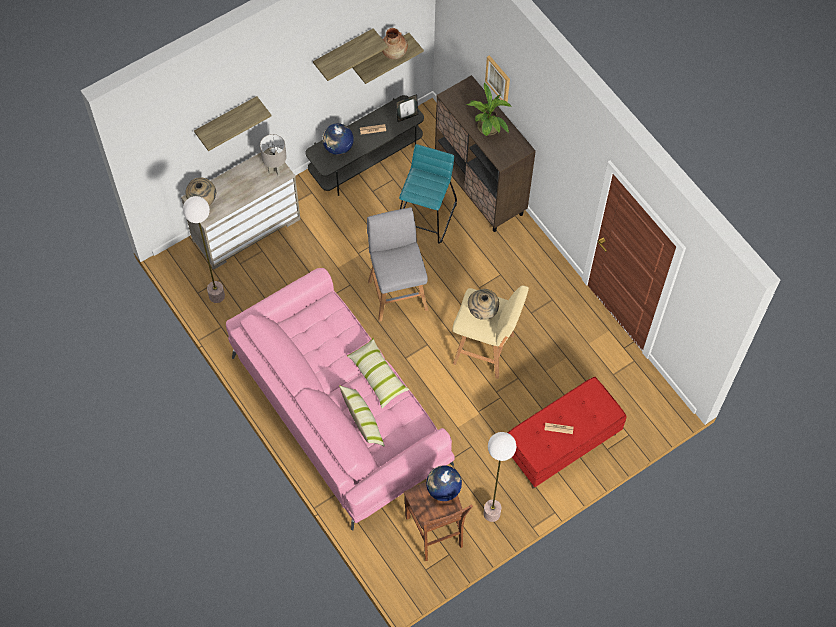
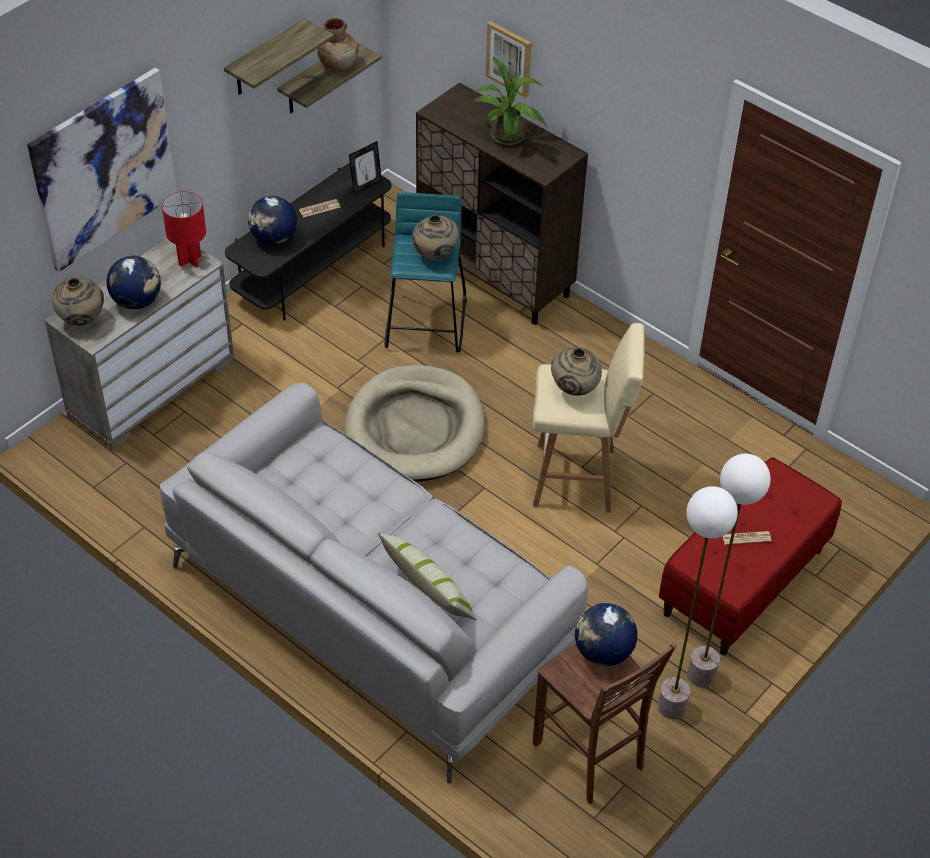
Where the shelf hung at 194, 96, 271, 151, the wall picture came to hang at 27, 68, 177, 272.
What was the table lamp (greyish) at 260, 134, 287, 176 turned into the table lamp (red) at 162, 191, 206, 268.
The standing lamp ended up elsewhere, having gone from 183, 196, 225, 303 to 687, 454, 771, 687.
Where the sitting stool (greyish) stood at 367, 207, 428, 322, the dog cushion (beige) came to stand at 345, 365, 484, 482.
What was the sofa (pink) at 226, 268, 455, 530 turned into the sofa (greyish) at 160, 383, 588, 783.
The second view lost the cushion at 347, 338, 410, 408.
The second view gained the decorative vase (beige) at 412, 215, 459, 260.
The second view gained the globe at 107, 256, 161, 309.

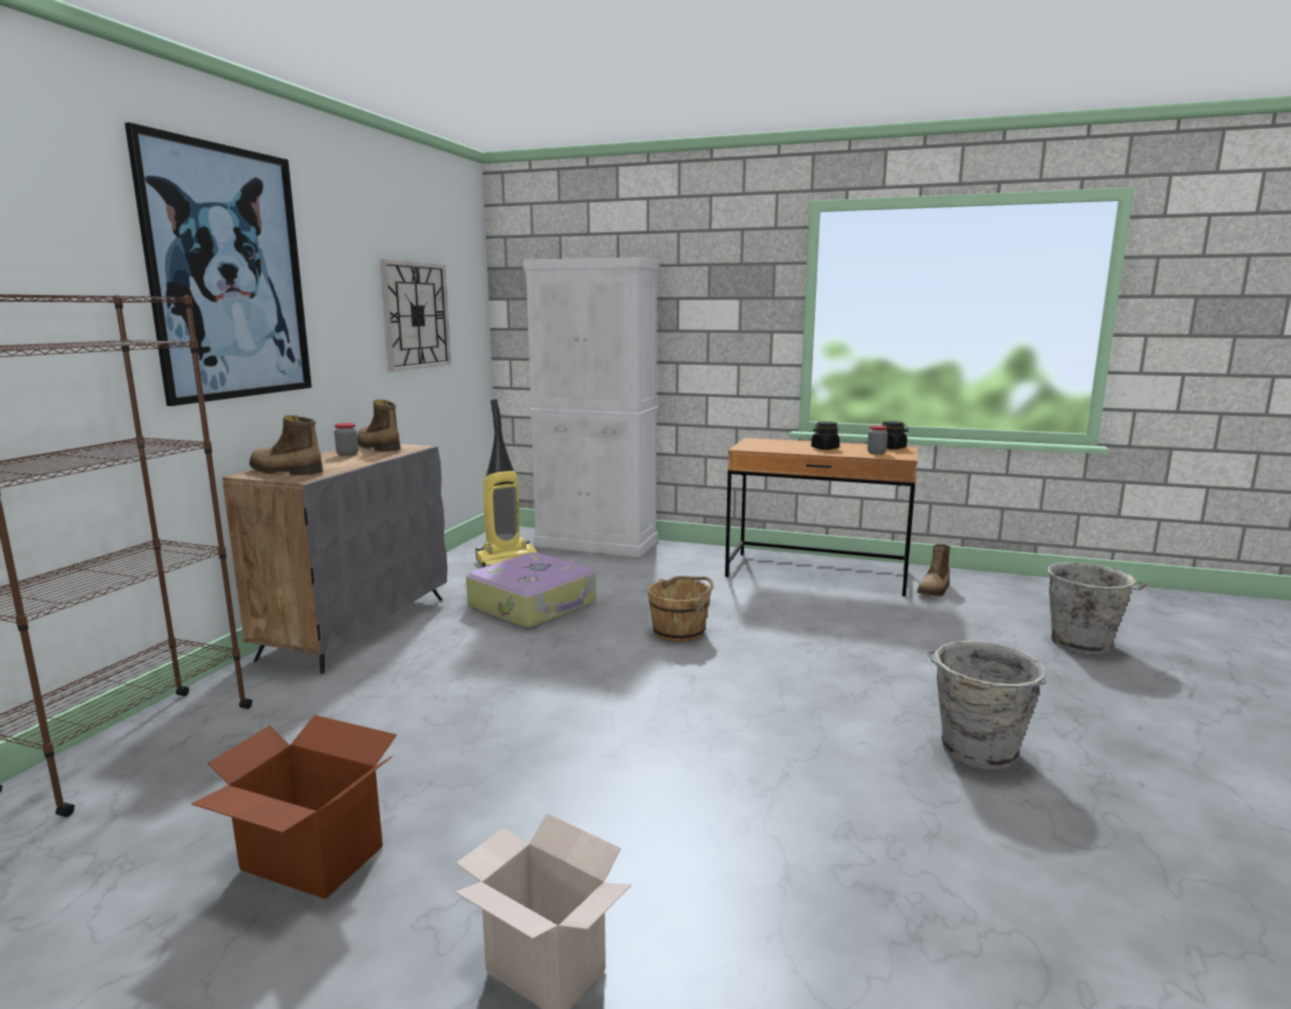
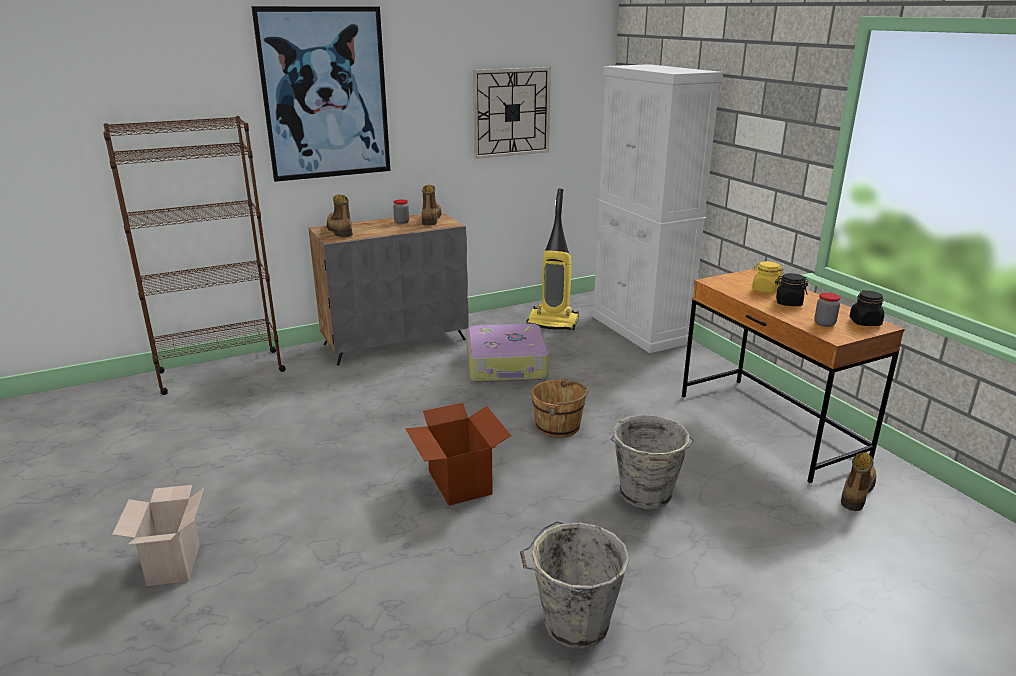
The tall boot at 917, 544, 951, 596 ended up facing another way, 135 degrees clockwise from before.
The water bucket (greyish) ended up elsewhere, having gone from 1047, 562, 1147, 655 to 611, 415, 694, 509.
The cardboard box ended up elsewhere, having gone from 191, 715, 397, 899 to 405, 403, 511, 506.
The second view gained the storage jar (yellow) at 752, 261, 784, 293.

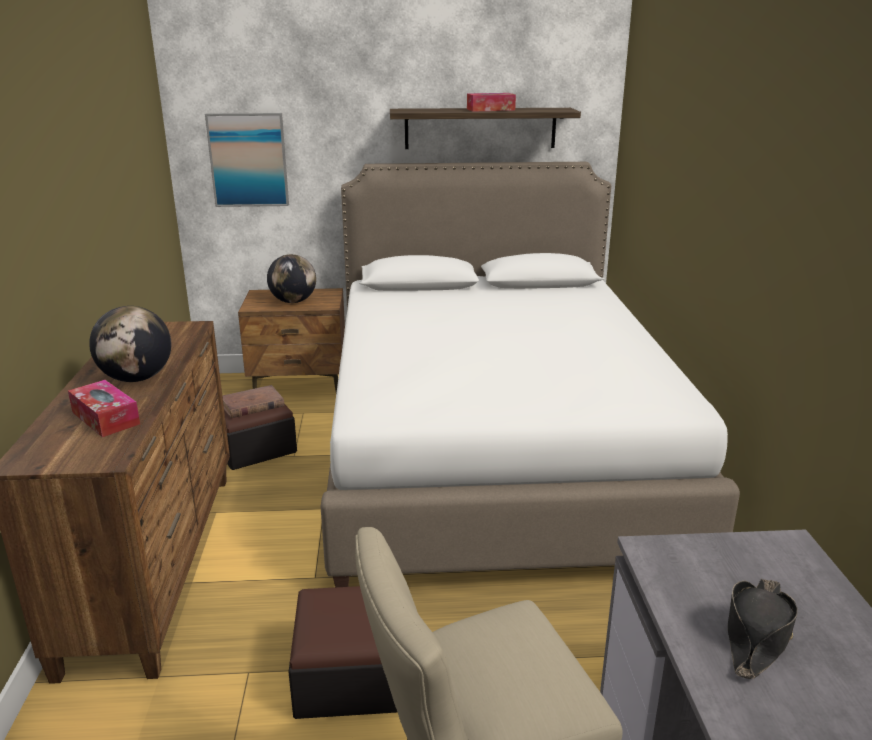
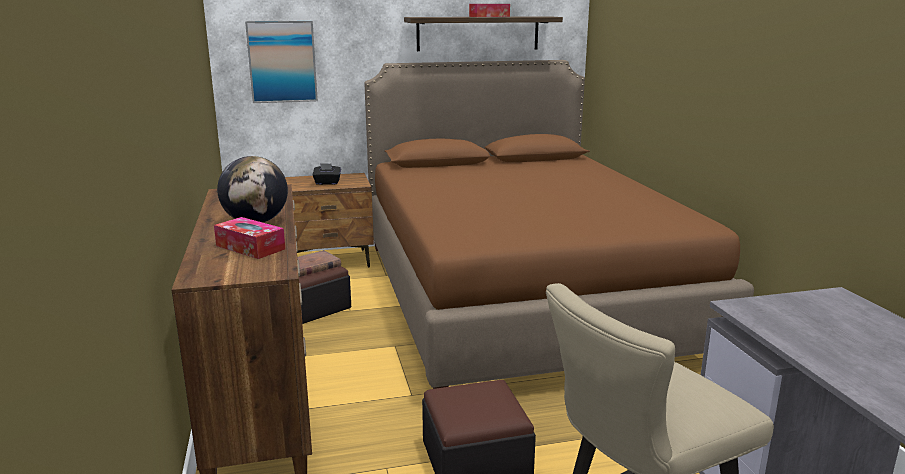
What was the sleeping bed (white-coloured) at 320, 162, 740, 587 turned into the sleeping bed (brown) at 364, 60, 754, 389.
Where the globe stood at 267, 254, 316, 303, the tissue holder (blackish) came to stand at 313, 163, 341, 185.
The second view lost the wearable hat (blackish) at 728, 579, 798, 679.

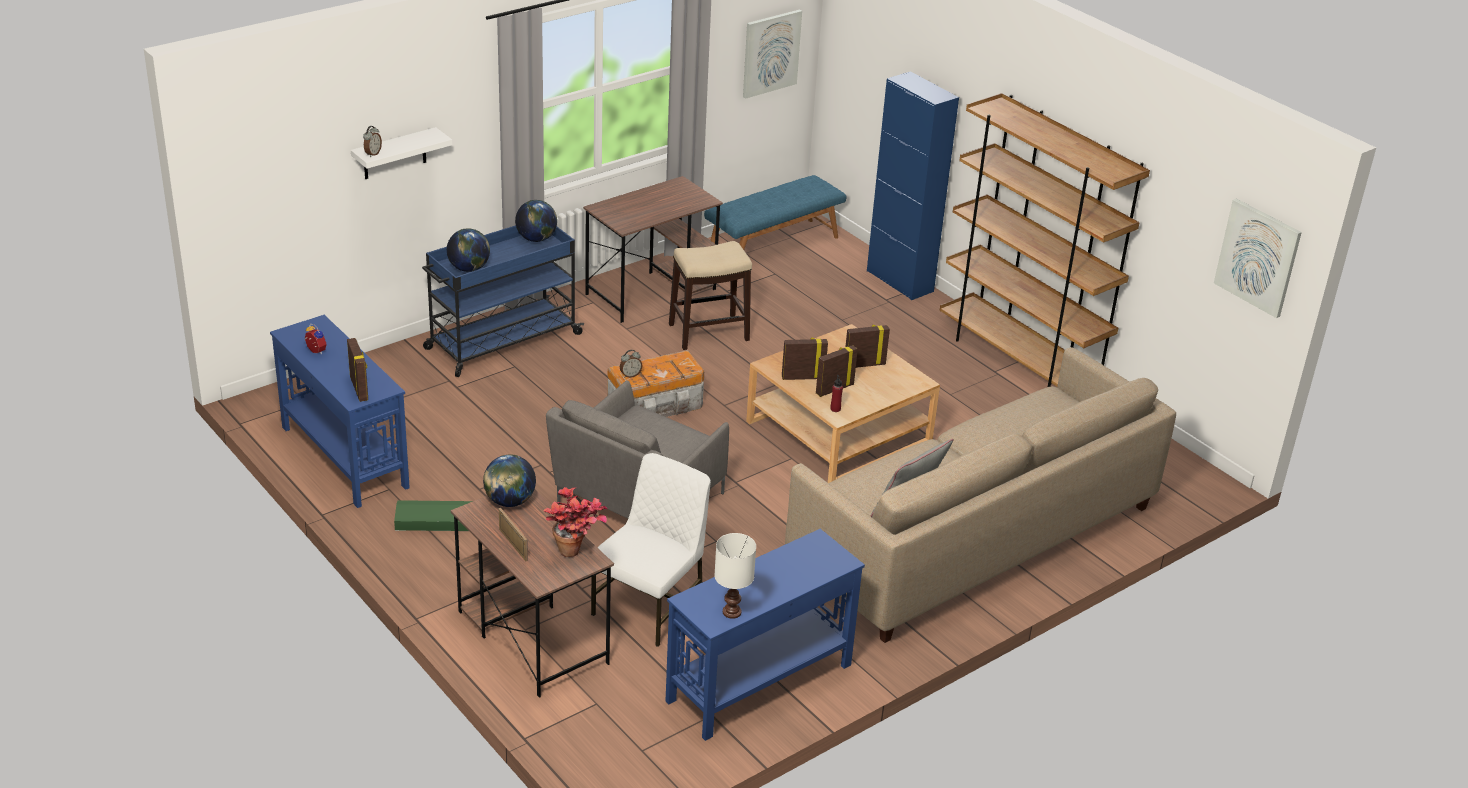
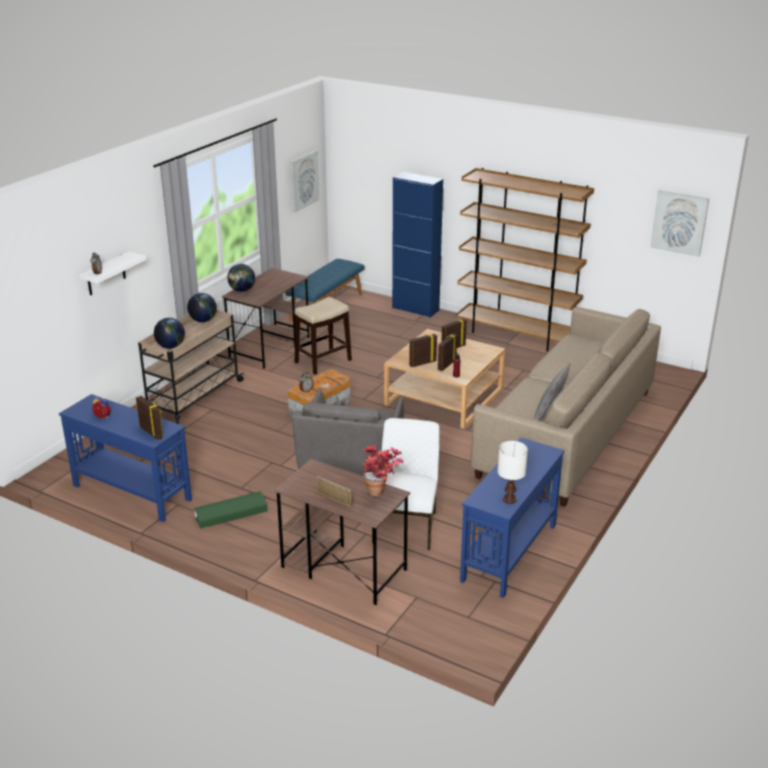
What was the wheeled cart (bluish) at 422, 225, 584, 377 turned into the wheeled cart (beige) at 138, 310, 244, 424.
The globe ended up elsewhere, having gone from 483, 455, 536, 507 to 227, 264, 255, 292.

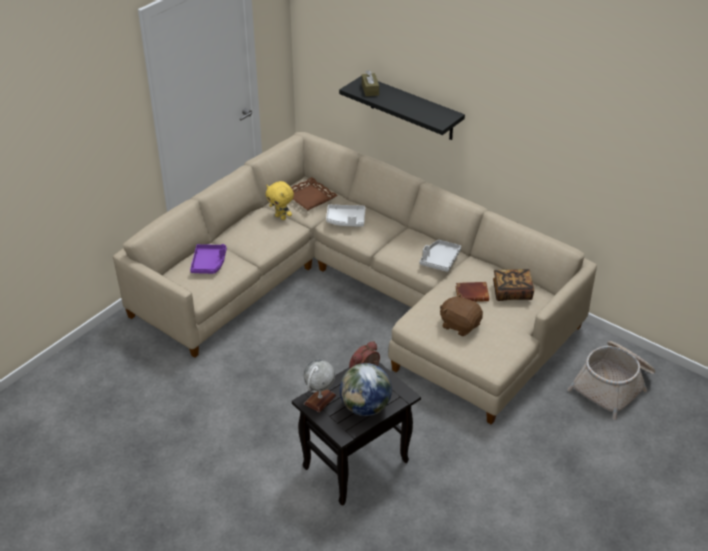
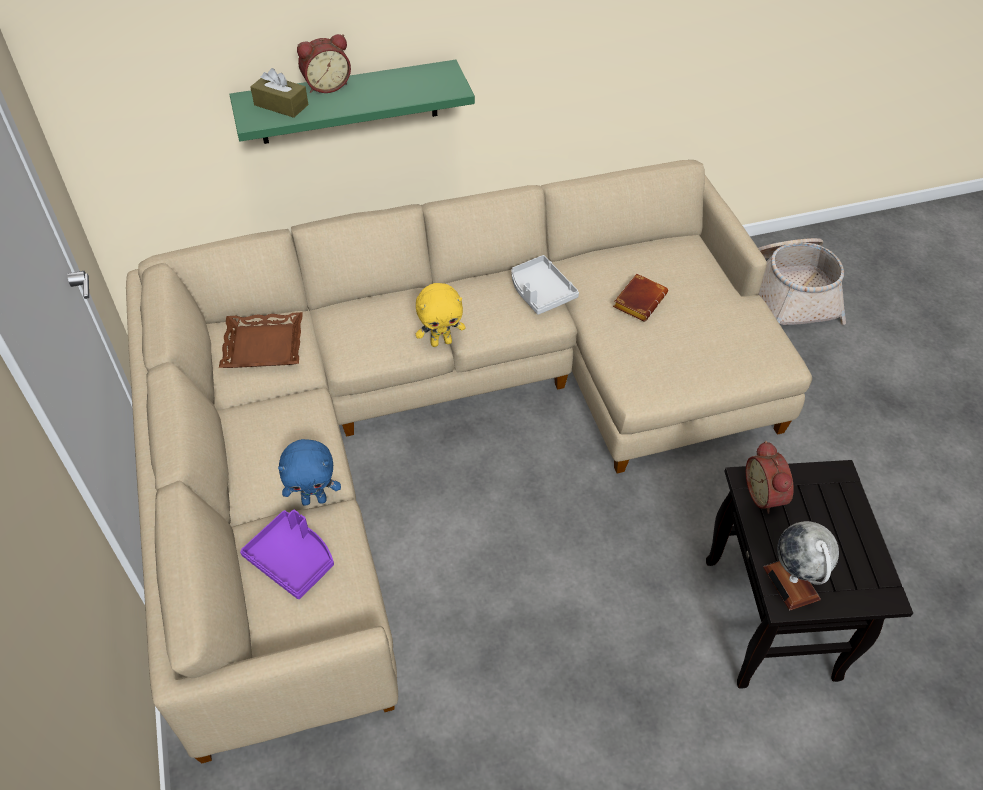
What was the shelf (blackish) at 339, 76, 465, 140 turned into the shelf (green-coloured) at 229, 60, 475, 144.
The plush toy (yellow) ended up elsewhere, having gone from 266, 181, 294, 220 to 416, 283, 466, 347.
The second view lost the tray (white-coloured) at 326, 204, 365, 227.
The second view lost the book at 493, 269, 534, 301.
The second view lost the plush toy (brown) at 440, 293, 483, 336.
The second view lost the globe at 340, 363, 392, 416.
The second view gained the table clock at 297, 34, 351, 93.
The second view gained the plush toy (bluish) at 278, 439, 341, 506.

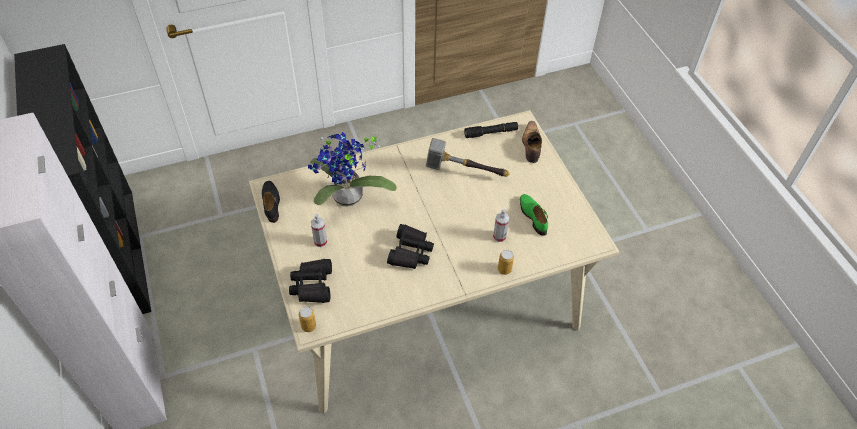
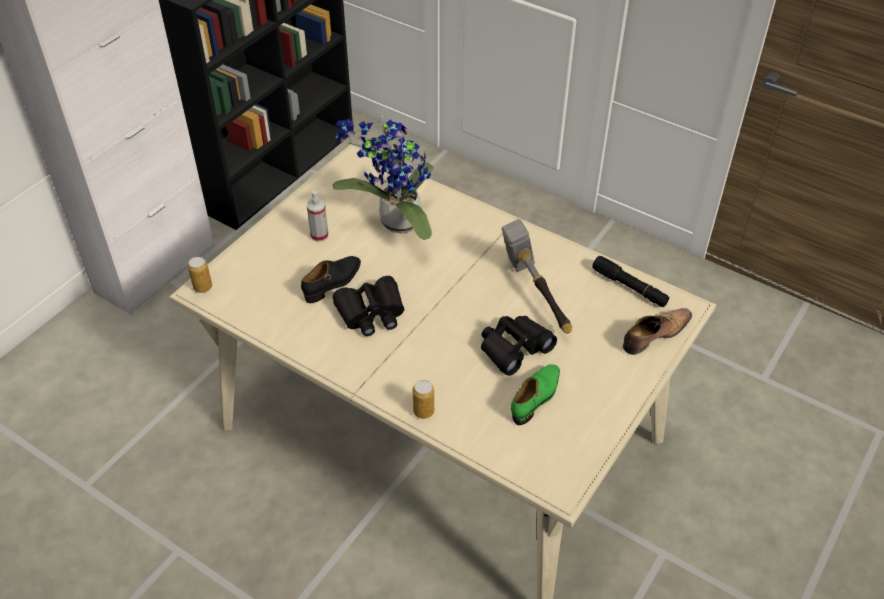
The low shoe (blackish) ended up elsewhere, having gone from 262, 181, 280, 223 to 301, 256, 361, 303.
The second view lost the hand sprayer at 493, 209, 509, 242.
The binoculars (blackish) ended up elsewhere, having gone from 289, 259, 332, 303 to 481, 316, 557, 376.

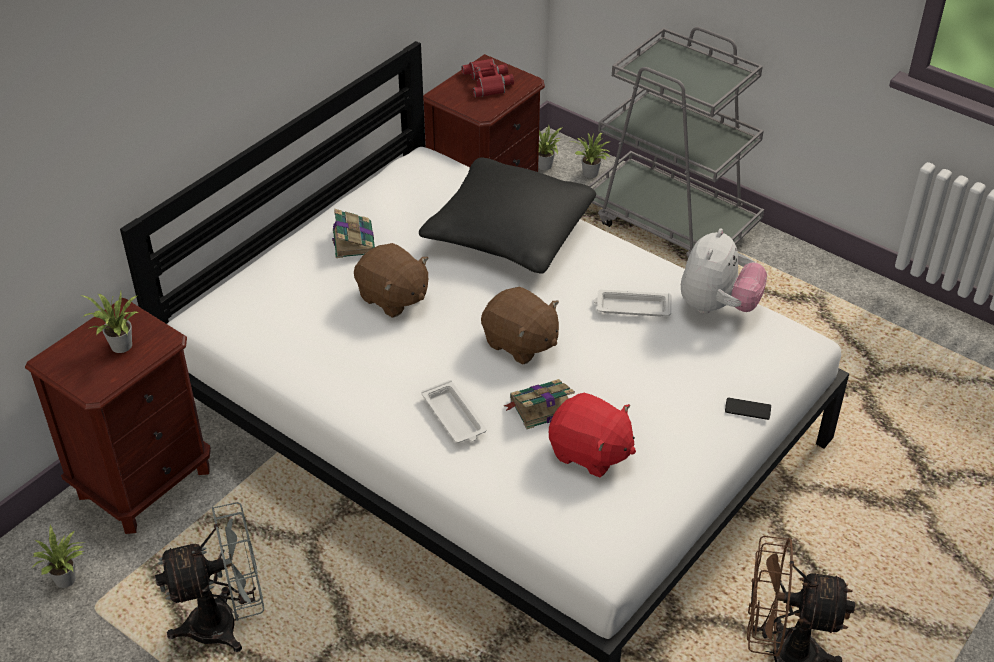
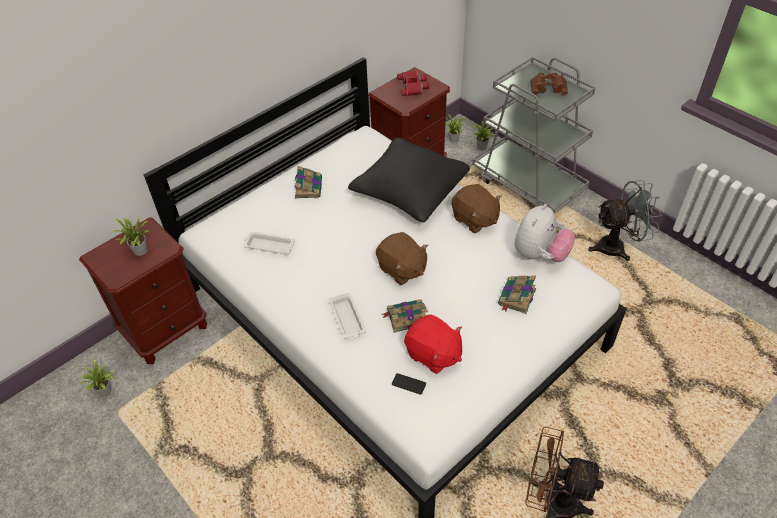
The plush toy (brown) ended up elsewhere, having gone from 354, 243, 429, 318 to 451, 184, 502, 233.
The tray (white-coloured) ended up elsewhere, having gone from 594, 290, 671, 316 to 243, 232, 295, 254.
The telephone ended up elsewhere, having gone from 725, 398, 771, 420 to 392, 373, 426, 395.
The electric fan (greyish) ended up elsewhere, having gone from 155, 502, 264, 652 to 588, 180, 662, 261.
The second view gained the binoculars (brown) at 530, 73, 568, 96.
The second view gained the book at 498, 276, 536, 314.

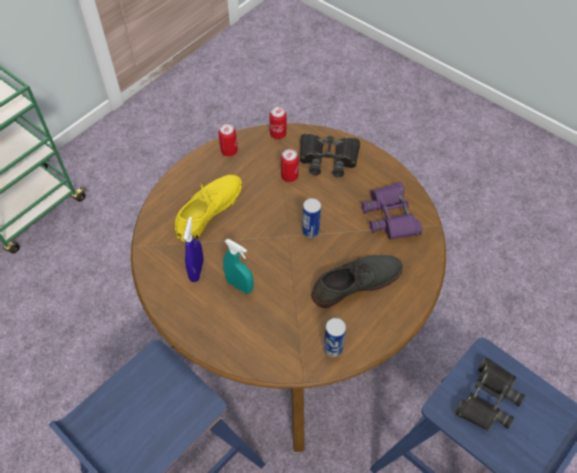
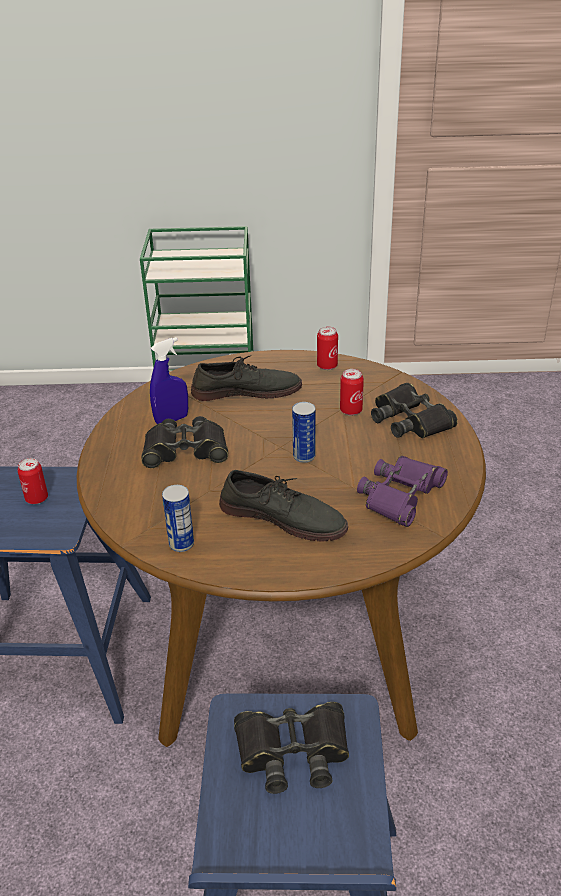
The can ended up elsewhere, having gone from 269, 107, 287, 139 to 18, 458, 48, 504.
What was the low shoe (yellow) at 175, 175, 242, 242 turned into the low shoe (greyish) at 191, 355, 302, 401.
Where the hand sprayer (blue-green) stood at 223, 239, 254, 294, the binoculars (blackish) came to stand at 141, 416, 228, 468.

